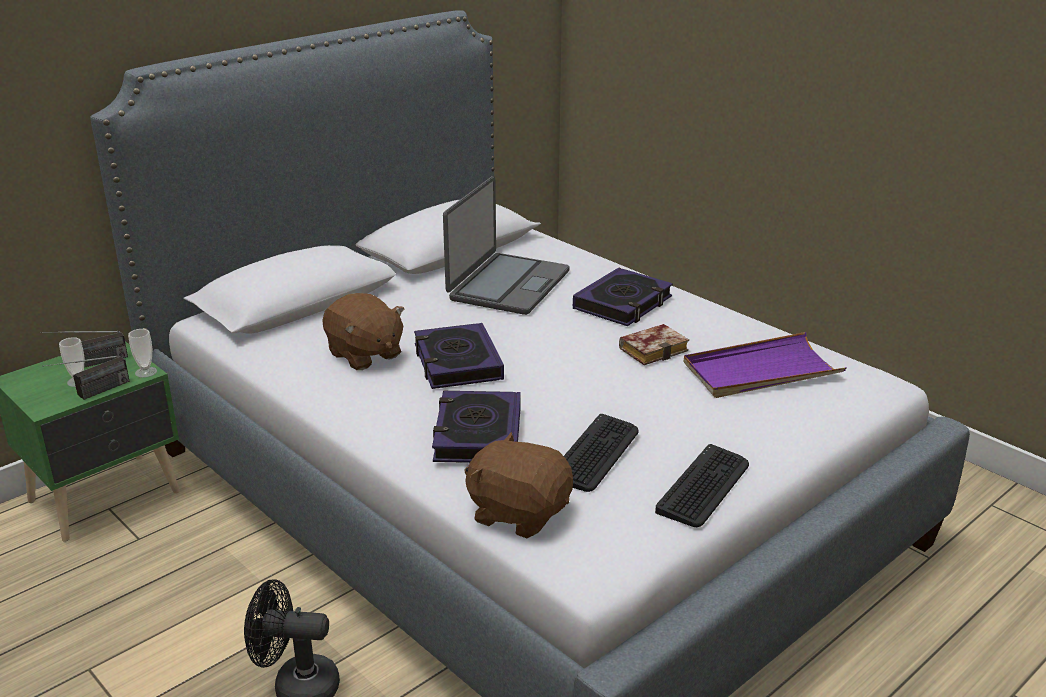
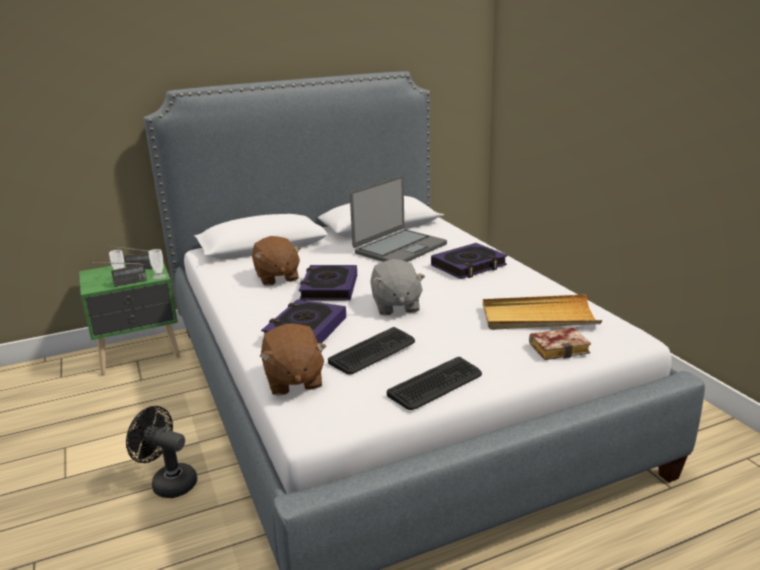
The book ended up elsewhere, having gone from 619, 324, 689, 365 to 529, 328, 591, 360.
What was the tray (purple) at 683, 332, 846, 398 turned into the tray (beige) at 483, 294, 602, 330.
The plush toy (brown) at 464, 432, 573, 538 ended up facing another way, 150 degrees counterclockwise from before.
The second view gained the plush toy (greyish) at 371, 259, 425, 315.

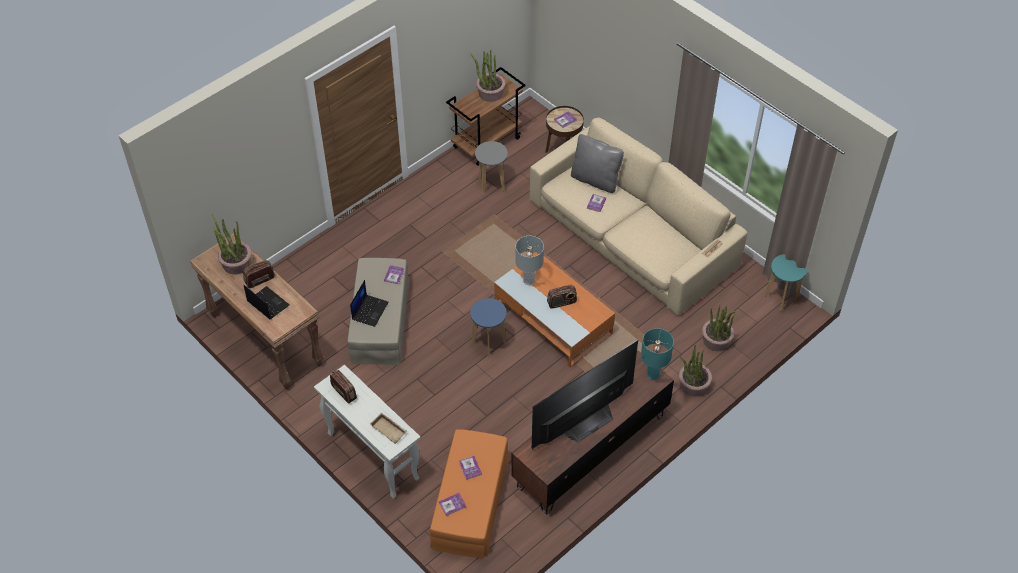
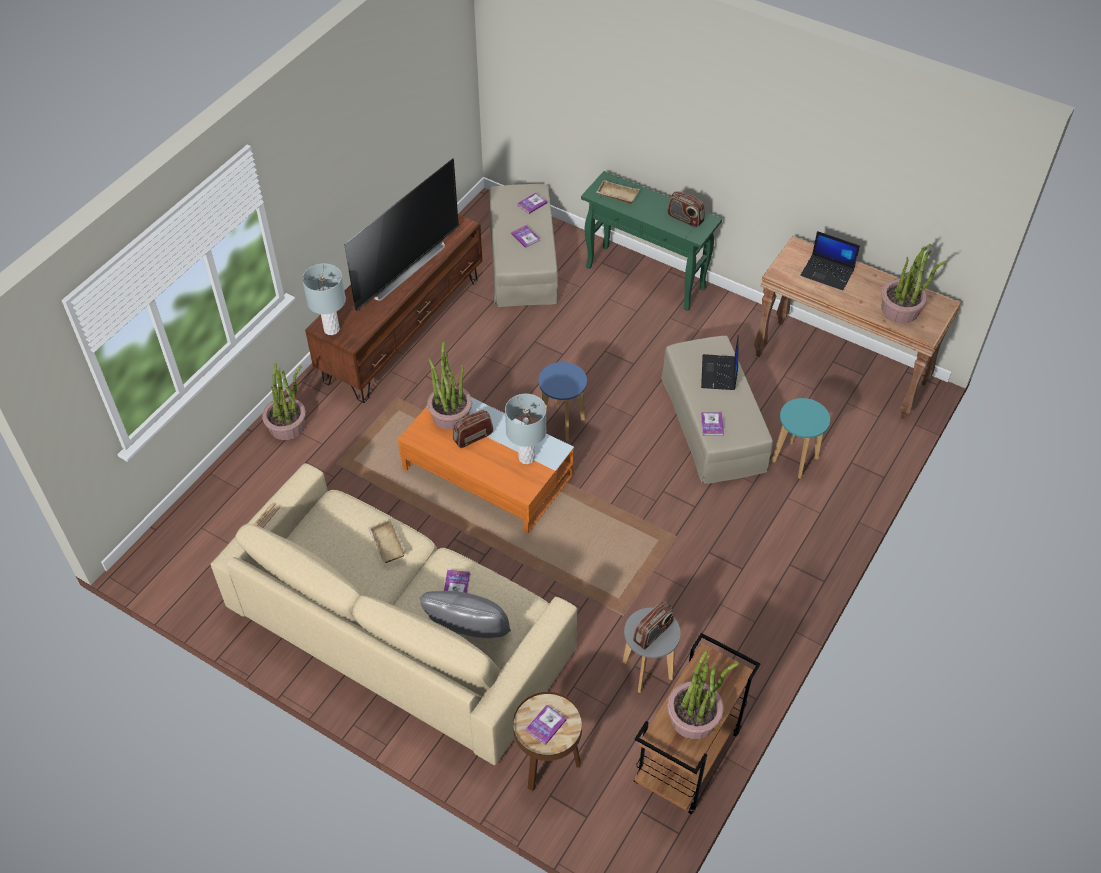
The sitting stool (blue-green) ended up elsewhere, having gone from 764, 254, 807, 311 to 772, 398, 830, 479.
The radio receiver ended up elsewhere, having gone from 243, 260, 275, 288 to 633, 601, 674, 650.
The houseplant ended up elsewhere, having gone from 702, 303, 736, 351 to 427, 341, 472, 430.
What was the table lamp (blue-green) at 641, 328, 674, 380 turned into the table lamp (greyish) at 302, 263, 346, 335.
What was the hall table (white-coloured) at 314, 365, 421, 499 turned into the hall table (green-coloured) at 581, 171, 722, 311.
What was the ottoman (orange-coloured) at 430, 429, 509, 559 turned into the ottoman (beige) at 489, 184, 559, 307.
The second view gained the tray (beige) at 368, 520, 406, 563.

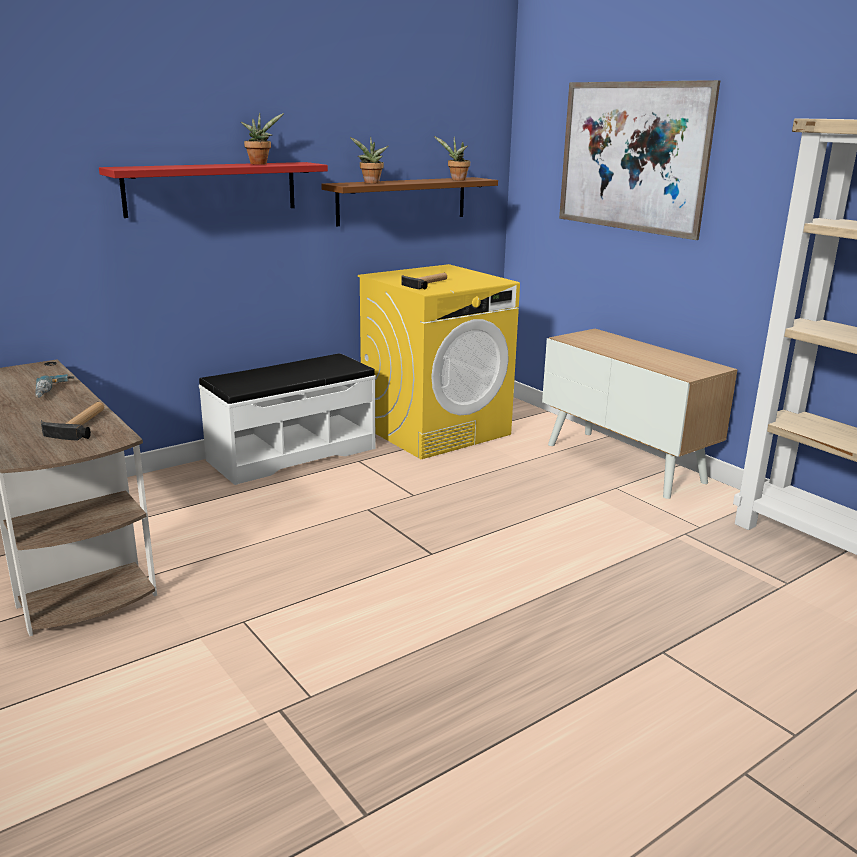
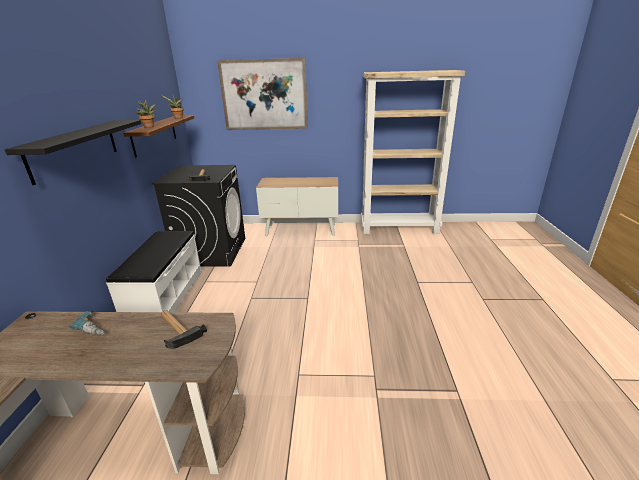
The second view lost the houseplant at 241, 112, 284, 165.
What was the shelf (red) at 99, 162, 328, 218 turned into the shelf (blackish) at 5, 120, 141, 185.
What was the laundry appliance (yellow) at 358, 264, 520, 459 turned into the laundry appliance (blackish) at 151, 165, 245, 266.

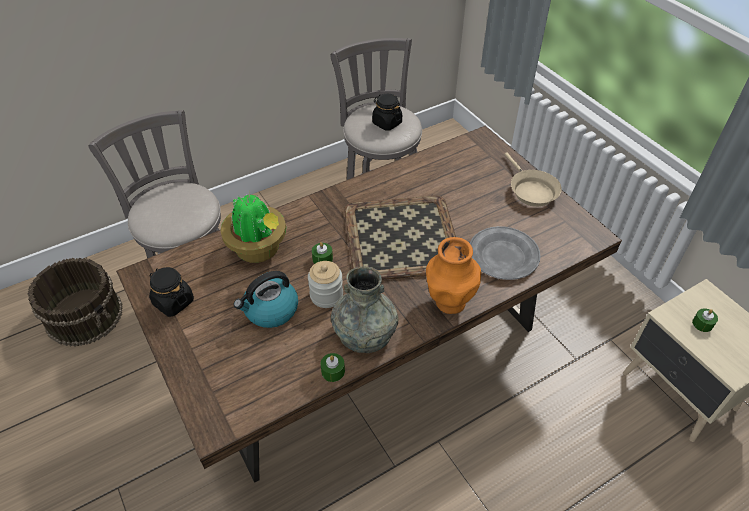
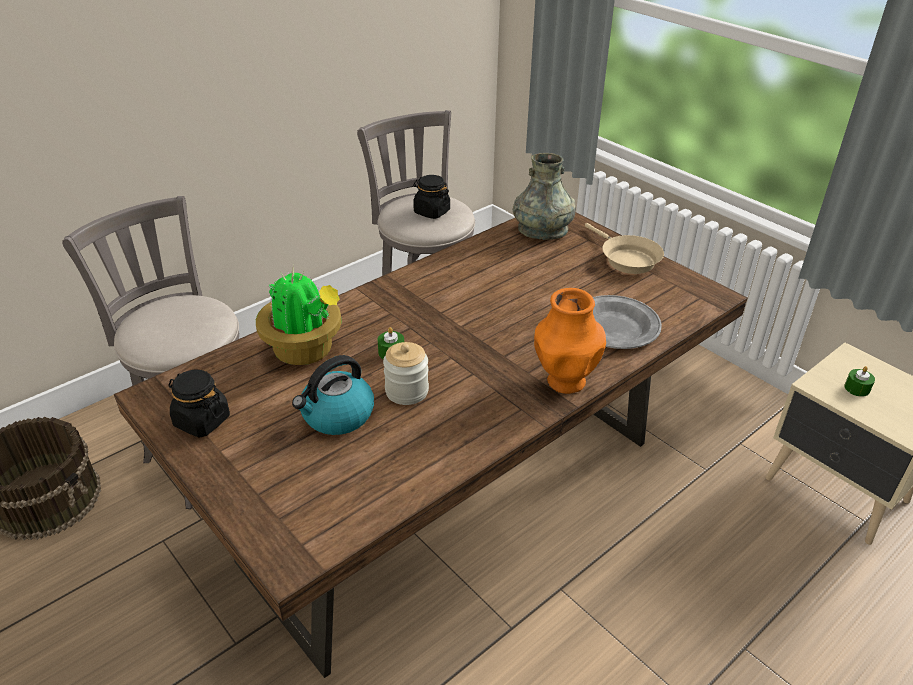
The second view lost the tray at 344, 196, 456, 280.
The decorative vase (greyish) ended up elsewhere, having gone from 331, 266, 398, 353 to 513, 153, 576, 240.
The second view lost the wax light (green-coloured) at 321, 353, 345, 382.

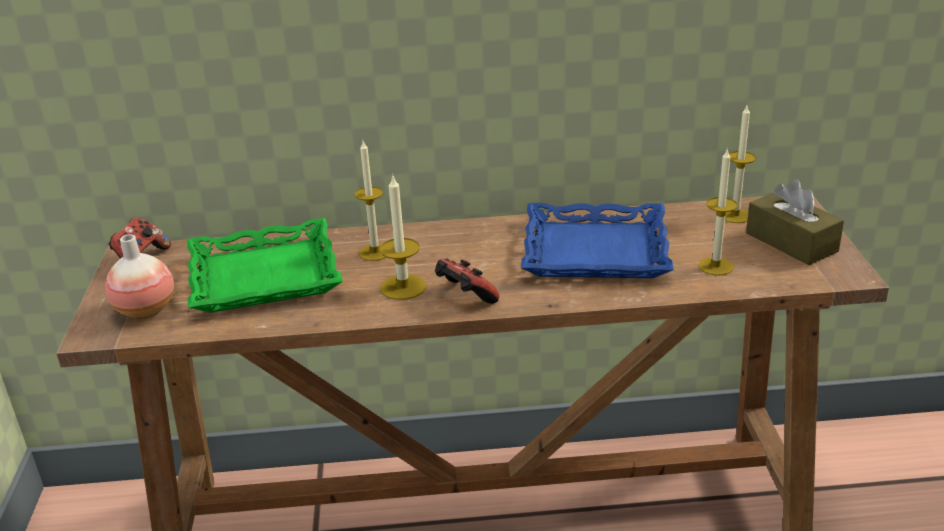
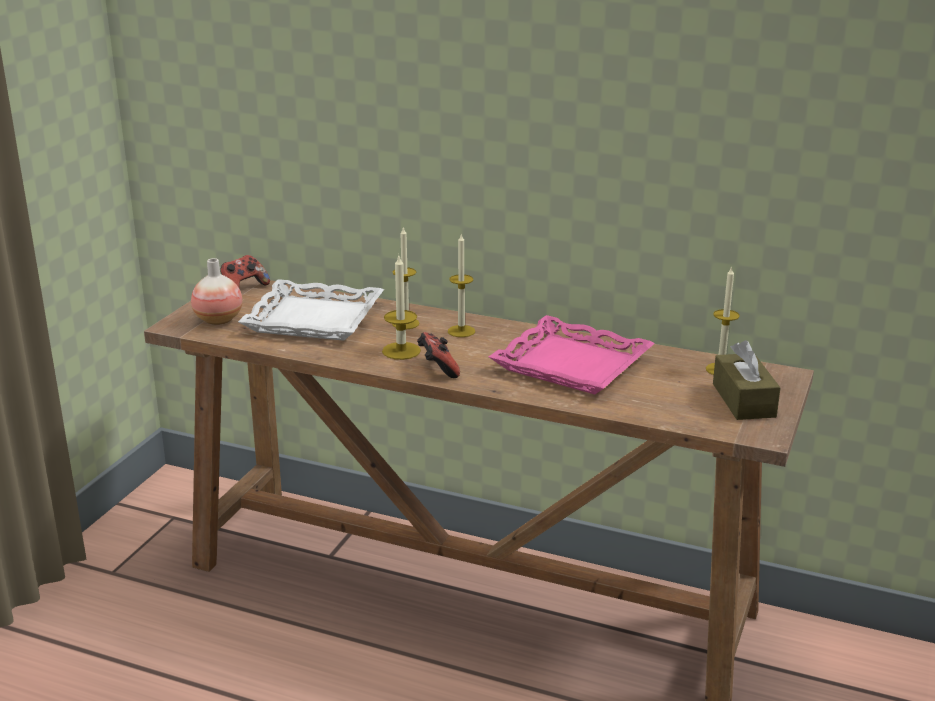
The wax light ended up elsewhere, having gone from 698, 148, 738, 276 to 448, 234, 475, 337.
What was the tray (bluish) at 521, 203, 674, 278 turned into the tray (pink) at 489, 315, 655, 394.
What was the tray (green-coloured) at 187, 218, 343, 313 turned into the tray (white-coloured) at 238, 279, 384, 341.

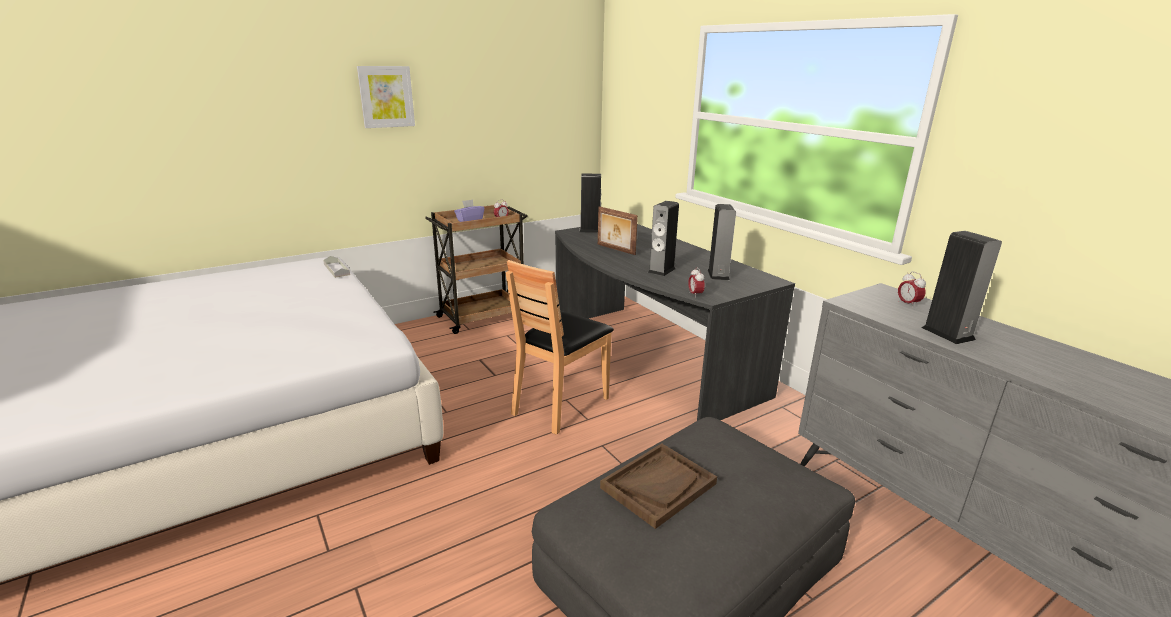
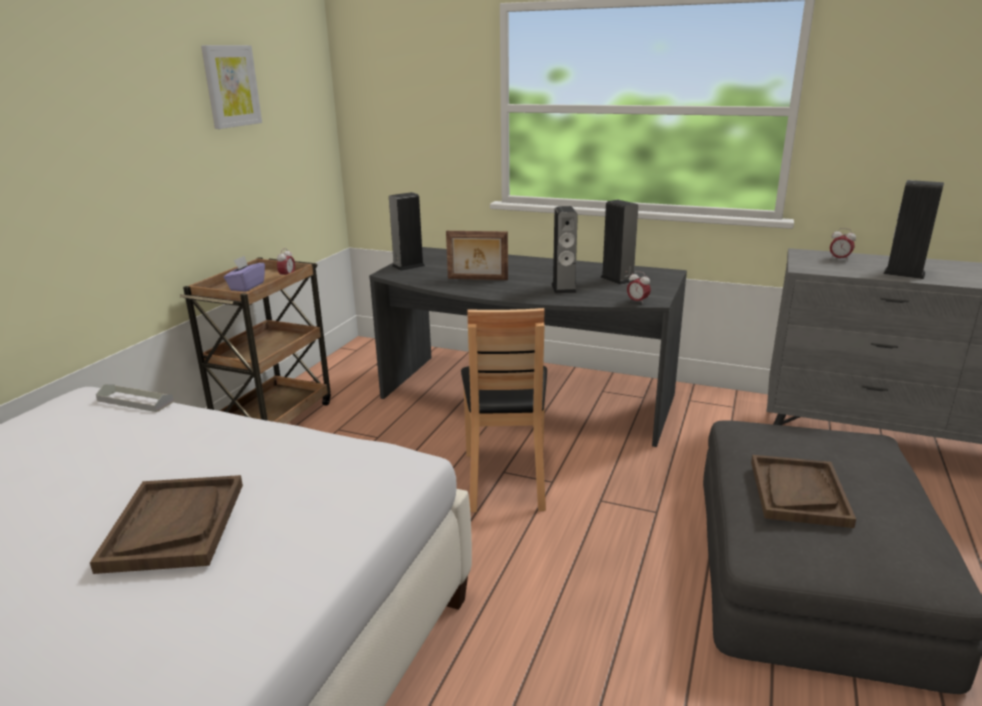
The wall picture ended up elsewhere, having gone from 357, 66, 415, 128 to 201, 45, 262, 129.
The second view gained the tray (brown) at 90, 475, 243, 574.

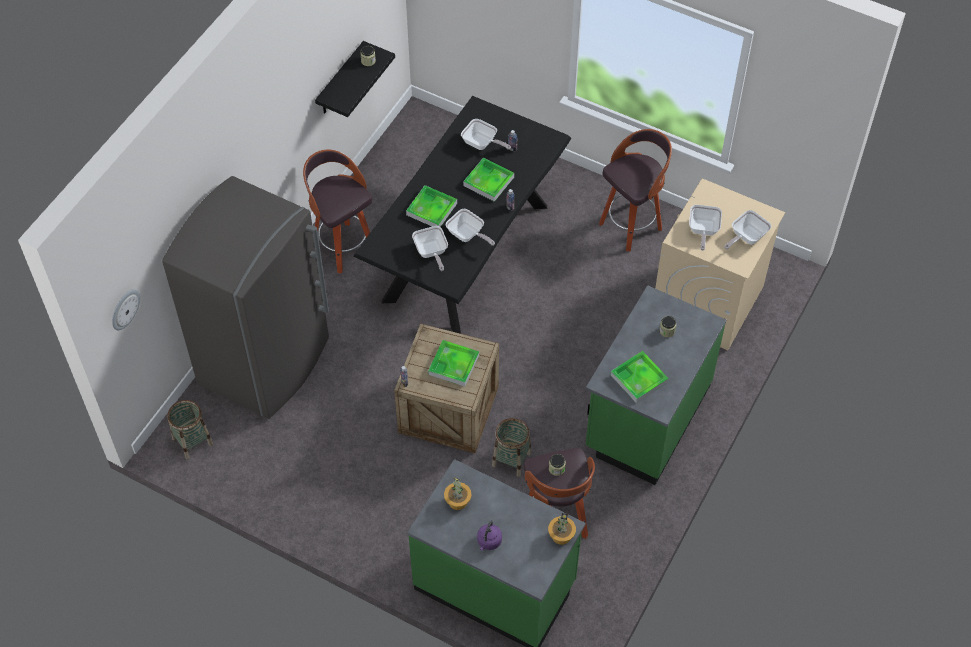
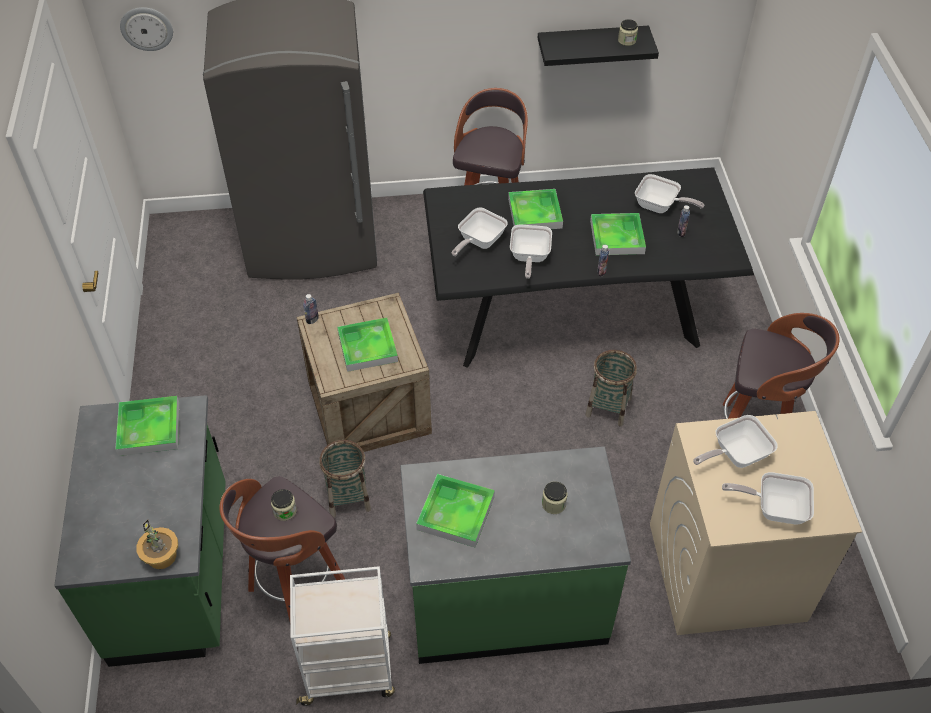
The pan at 461, 119, 511, 150 ended up facing another way, 60 degrees counterclockwise from before.
The household basket ended up elsewhere, having gone from 167, 400, 213, 459 to 586, 350, 637, 426.
Where the houseplant stood at 444, 478, 472, 510, the tray came to stand at 115, 396, 179, 456.
The second view lost the water kettle (purple) at 477, 521, 502, 550.
The second view gained the wheeled cart (white-coloured) at 290, 566, 395, 706.

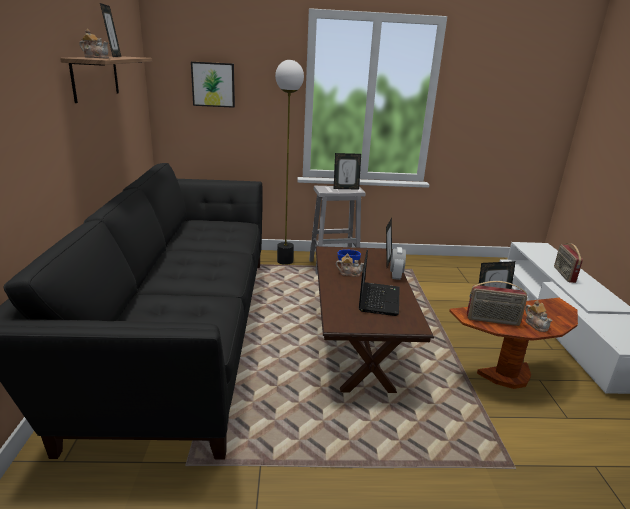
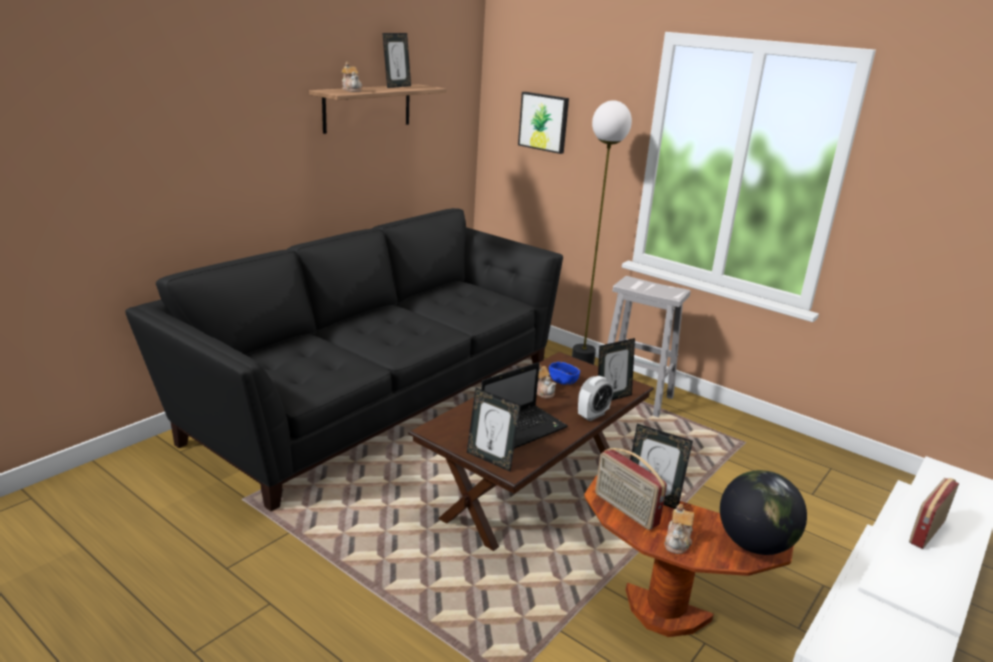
The standing frame ended up elsewhere, having gone from 334, 153, 361, 190 to 467, 387, 521, 472.
The second view gained the globe at 720, 470, 807, 555.

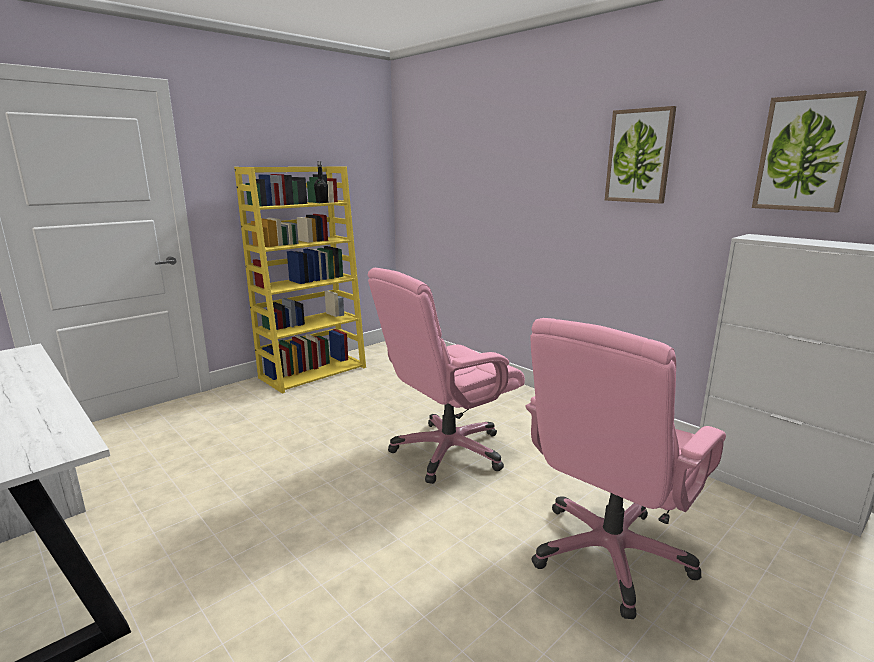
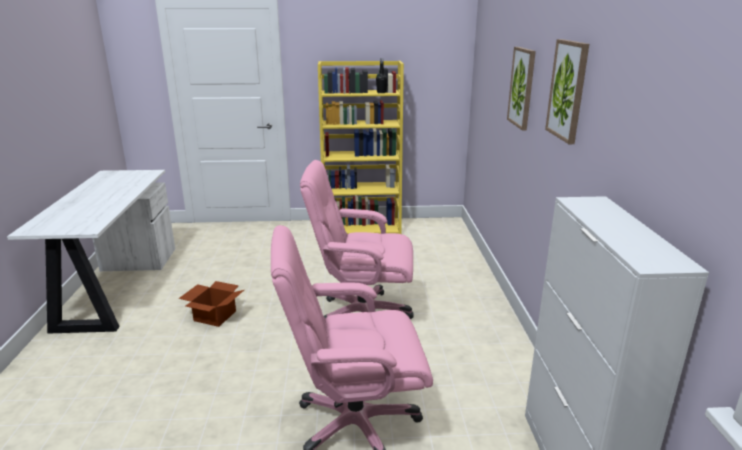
The wall picture ended up elsewhere, having gone from 752, 91, 867, 212 to 507, 47, 536, 130.
The second view gained the cardboard box at 179, 281, 244, 327.

